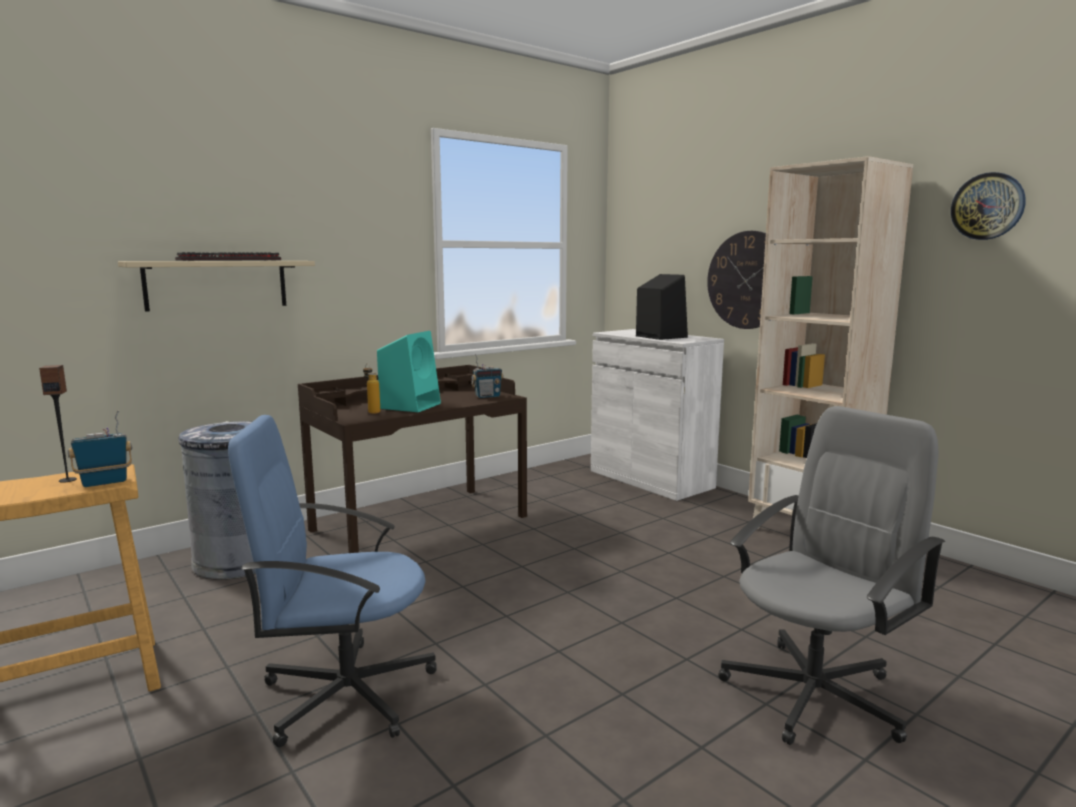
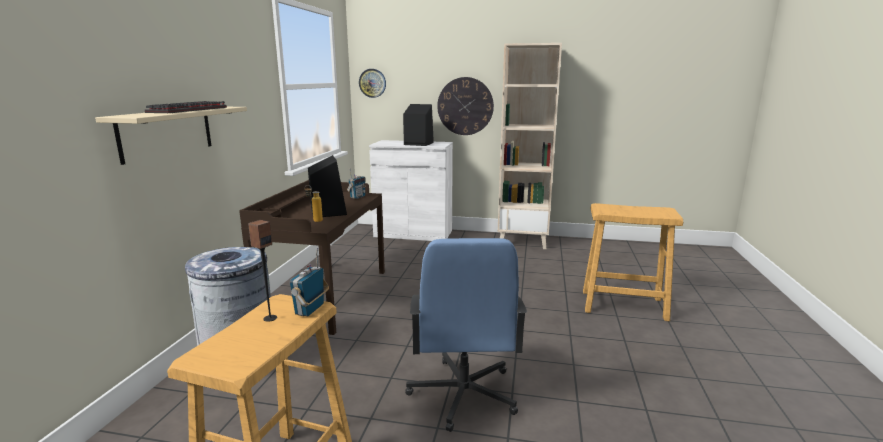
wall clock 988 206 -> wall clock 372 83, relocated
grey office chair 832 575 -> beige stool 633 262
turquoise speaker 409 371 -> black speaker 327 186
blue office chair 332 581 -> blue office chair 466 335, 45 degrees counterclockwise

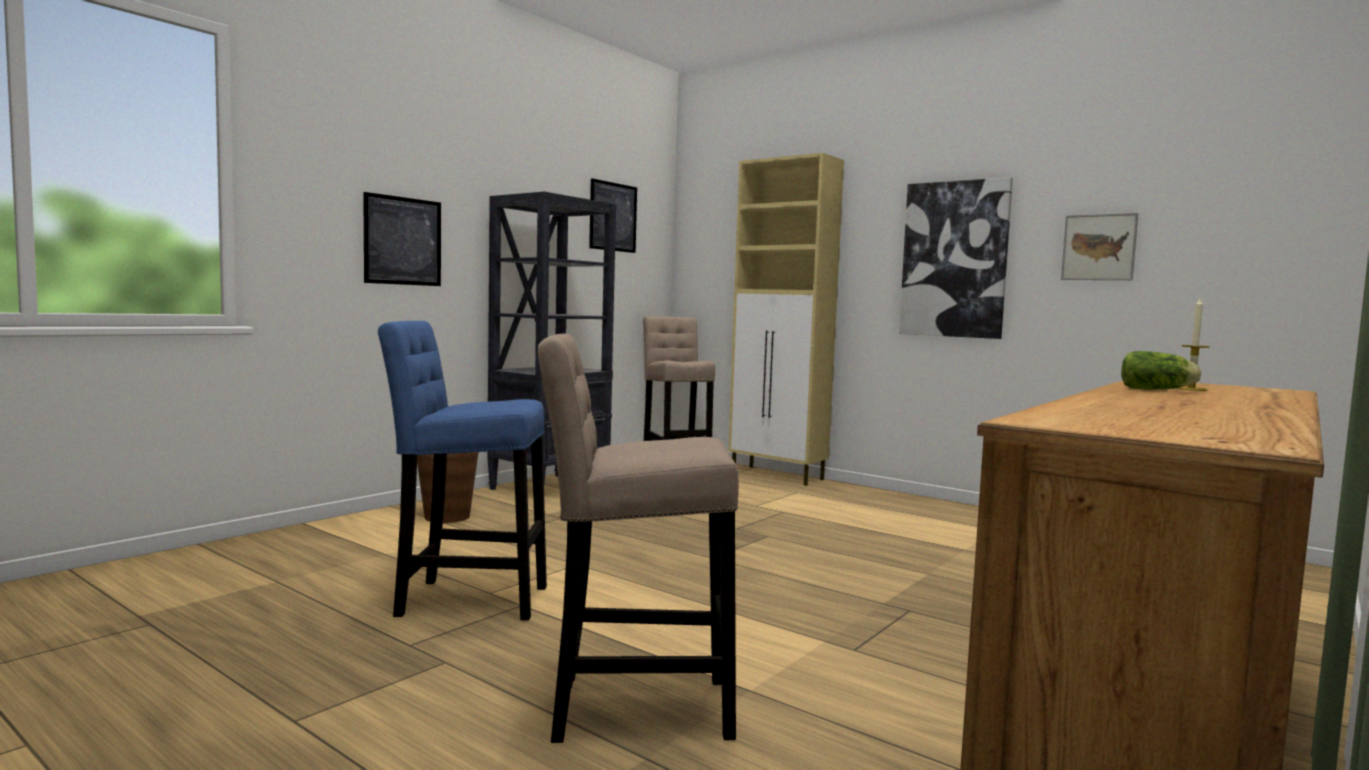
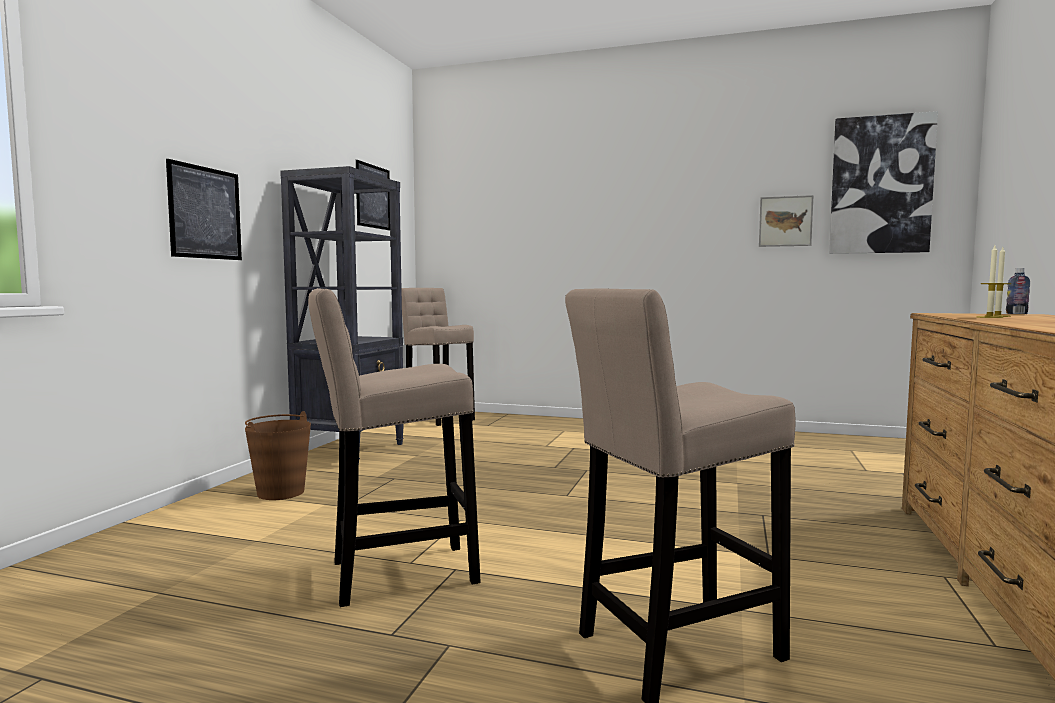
beige cabinet 786 319 -> none
none -> bottle 1018 291
picture 956 258 -> picture 883 182, relocated
lettuce 1161 370 -> candle 990 282
blue stool 462 470 -> beige stool 394 447

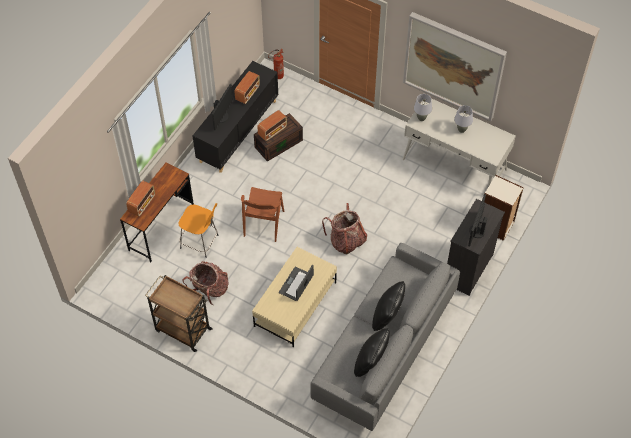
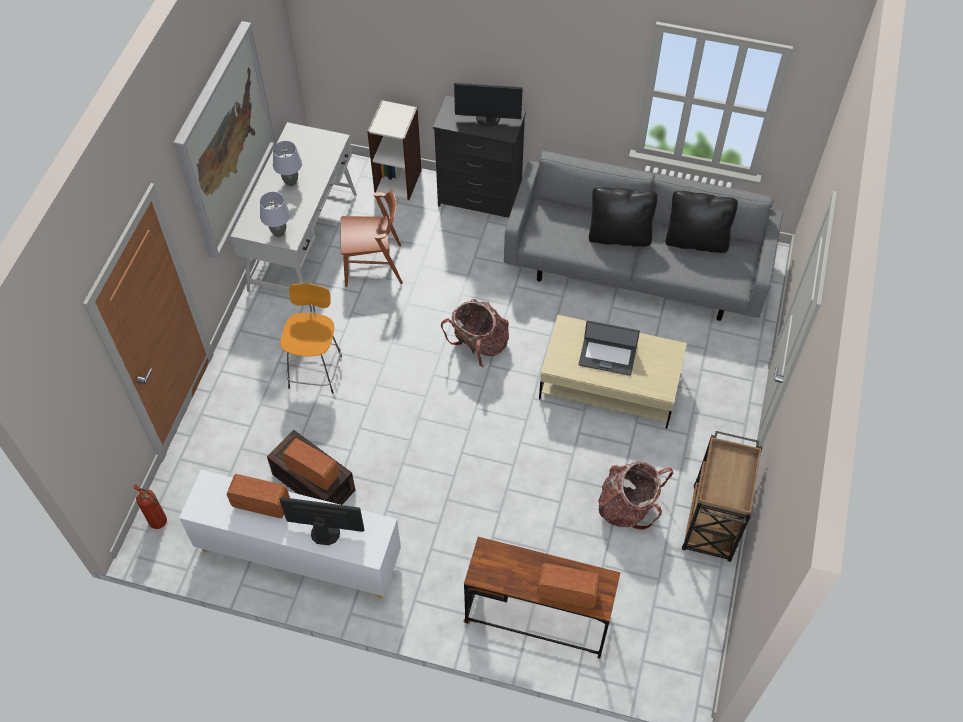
orange stool 199 230 -> orange stool 311 338, relocated
brown chair 262 214 -> brown chair 372 239, relocated
black cabinet 235 117 -> white cabinet 290 534

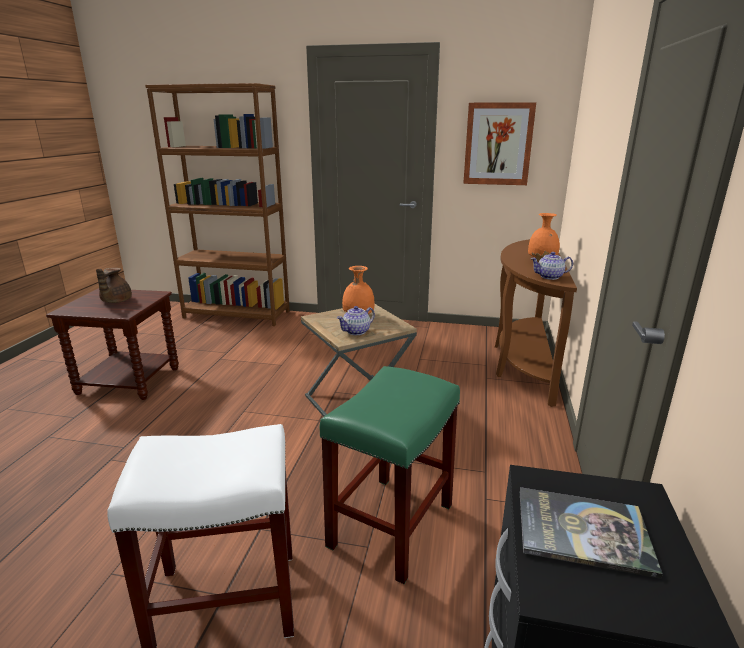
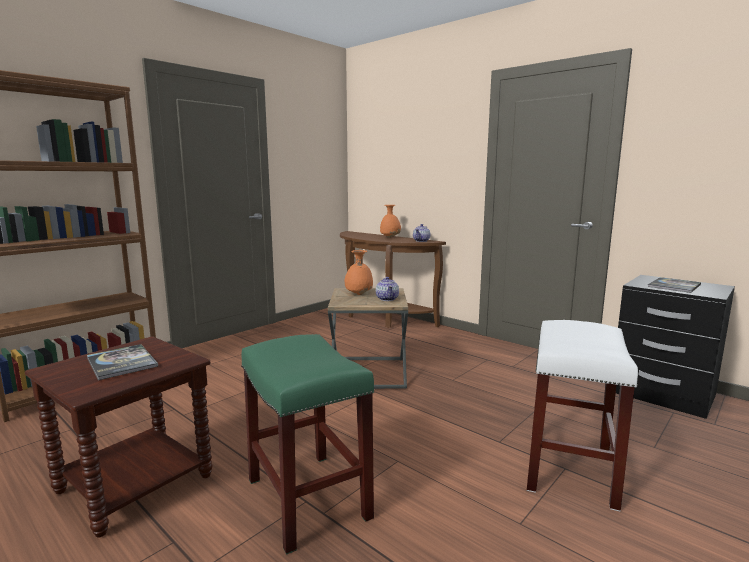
picture 499 143 -> none
green stool 390 475 -> green stool 307 444, relocated
brown teapot 114 285 -> book 122 362

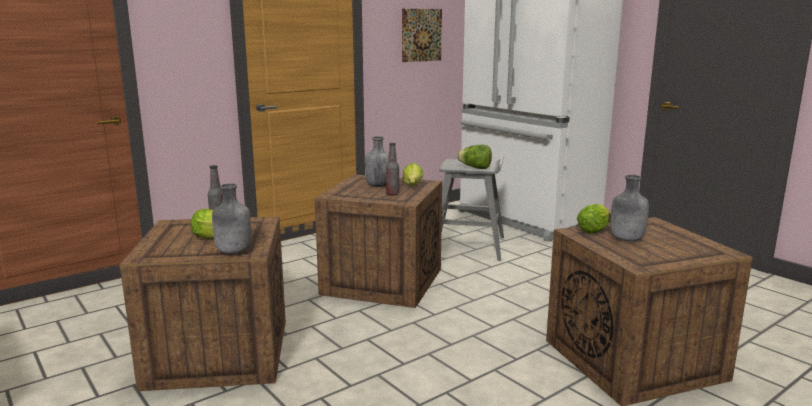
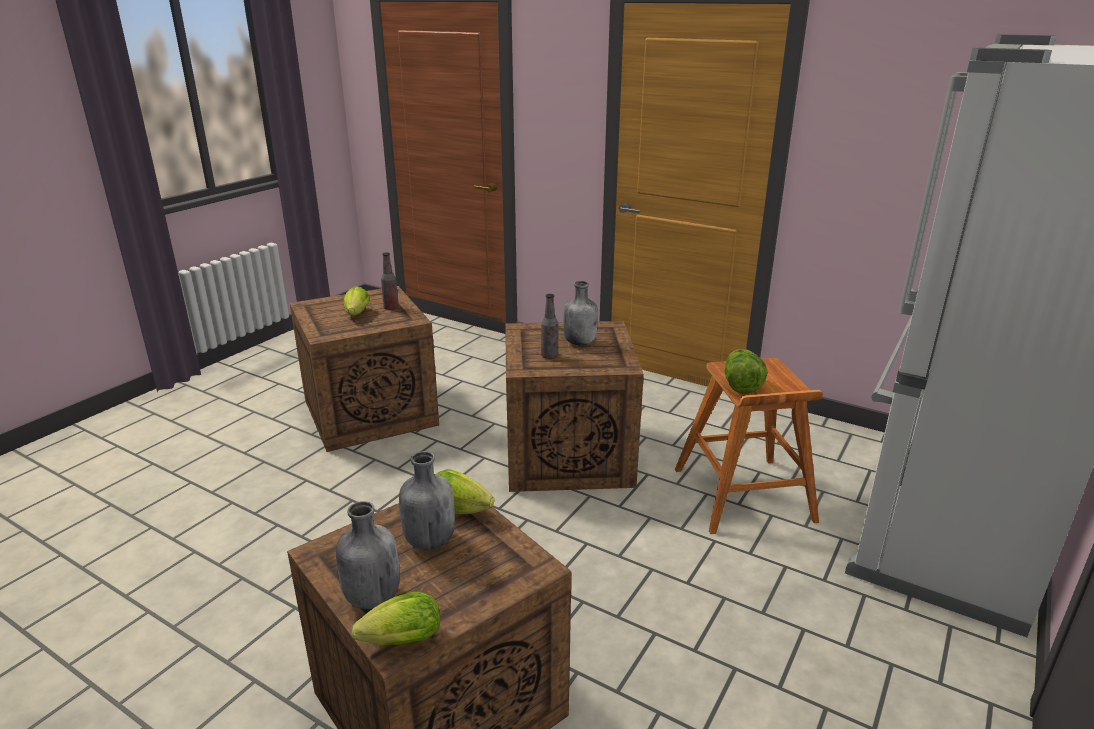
picture 422 35 -> none
grey bottle 232 218 -> grey bottle 368 555, relocated
lettuce 413 174 -> lettuce 395 618, relocated
grey stool 472 208 -> brown stool 749 446

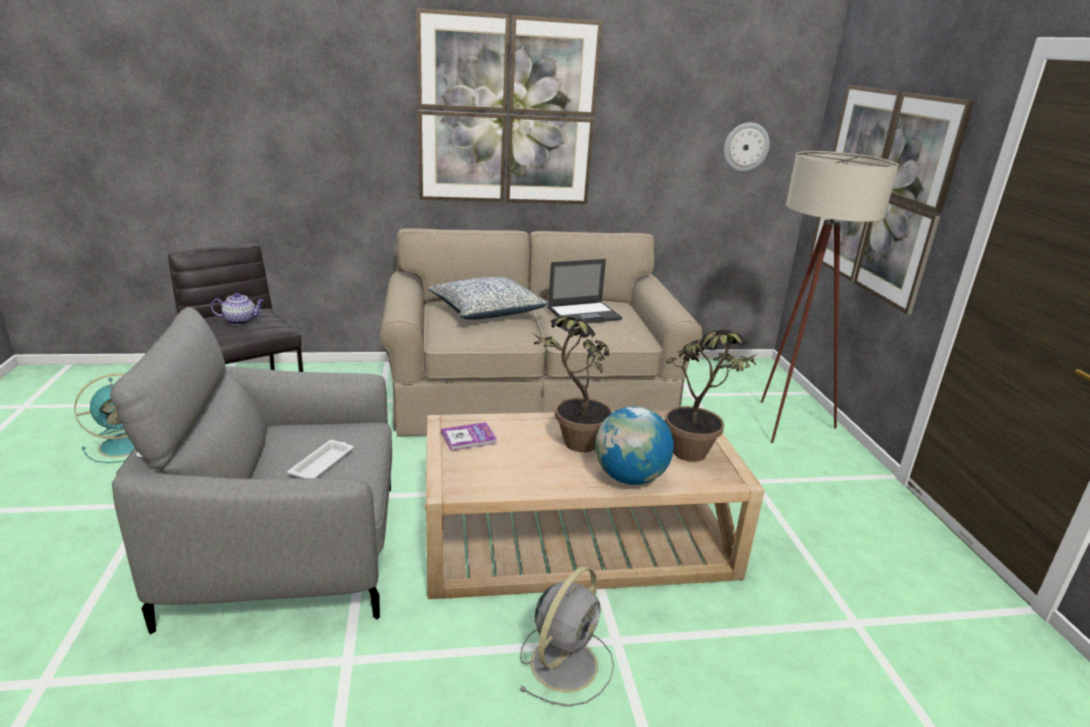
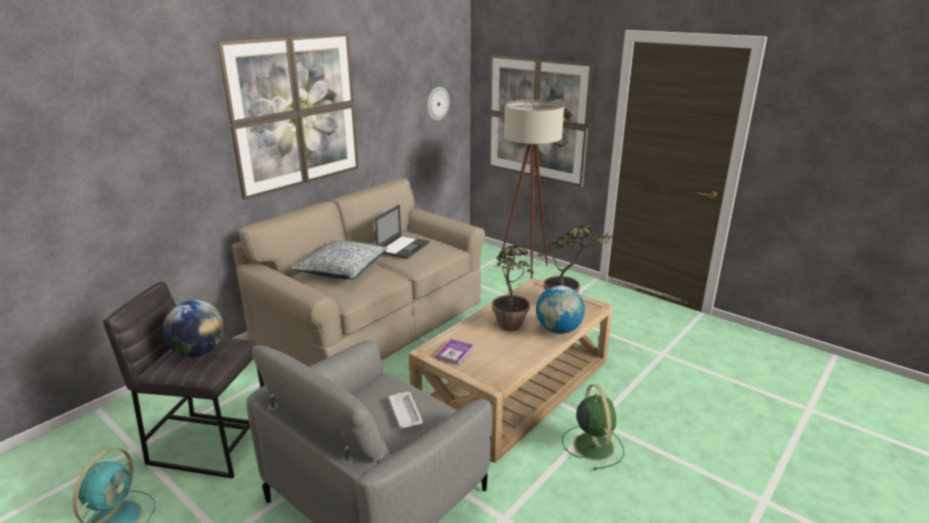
teapot 237 309 -> globe 194 328
grey fan 566 636 -> green fan 593 427

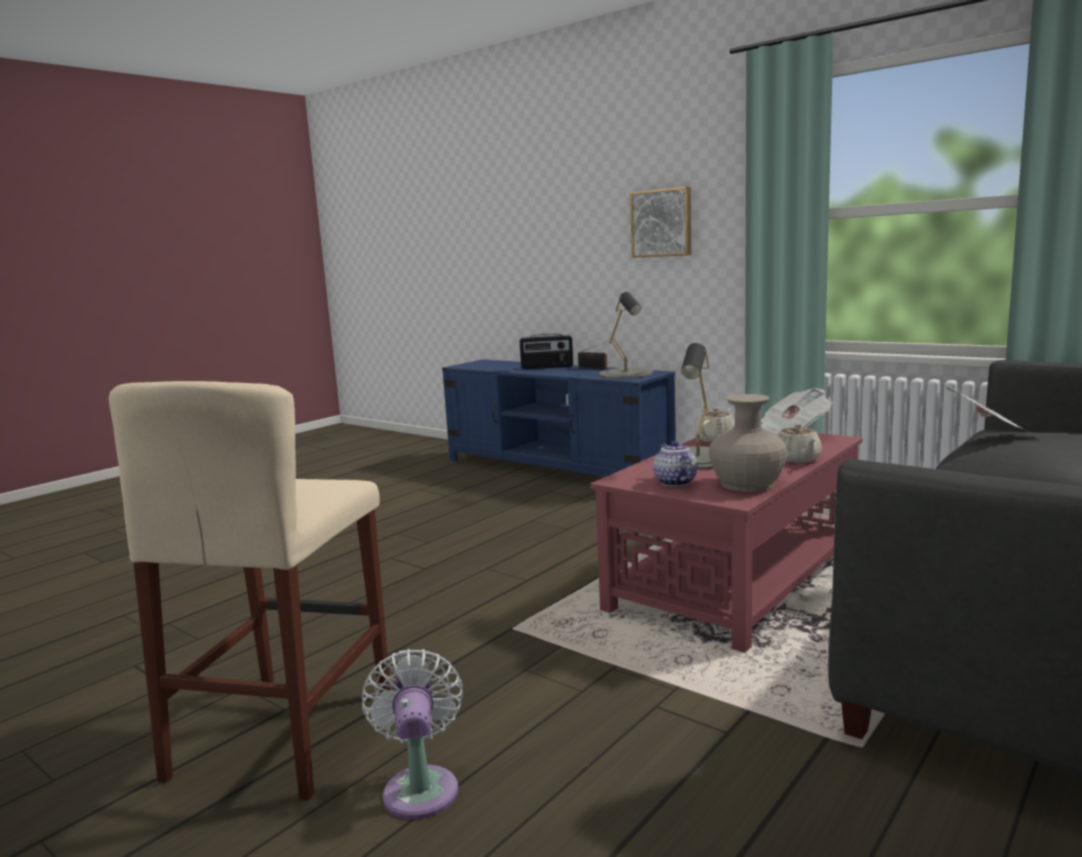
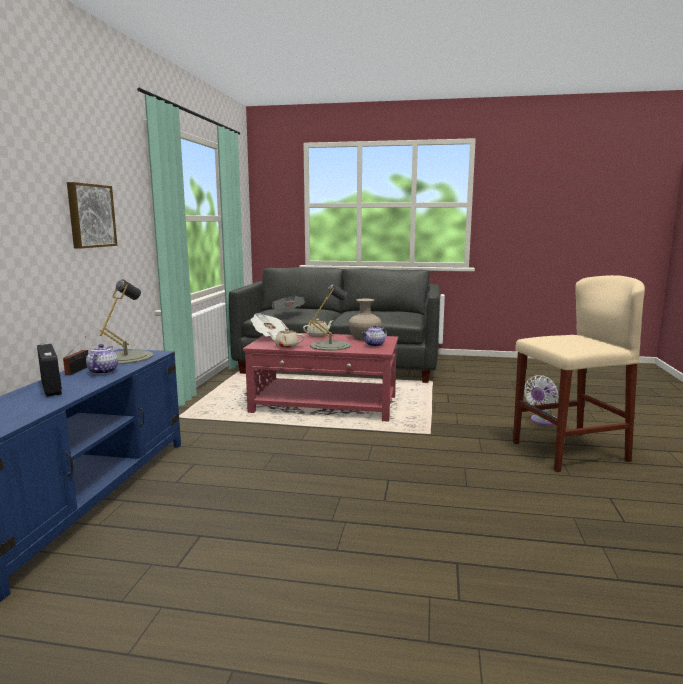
none -> teapot 102 359

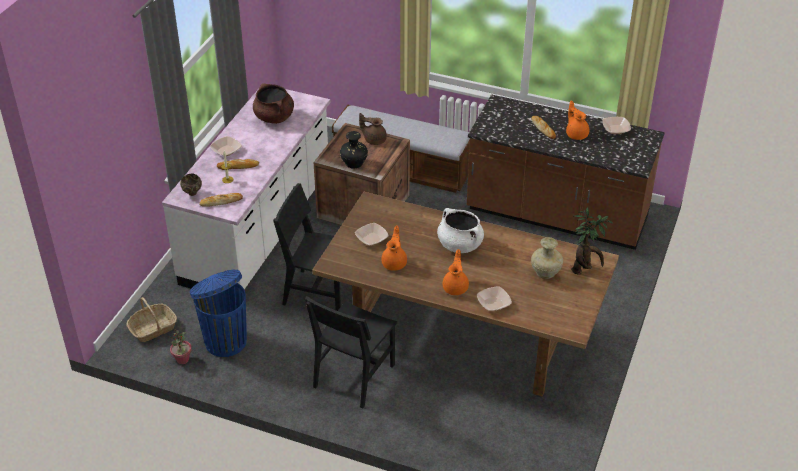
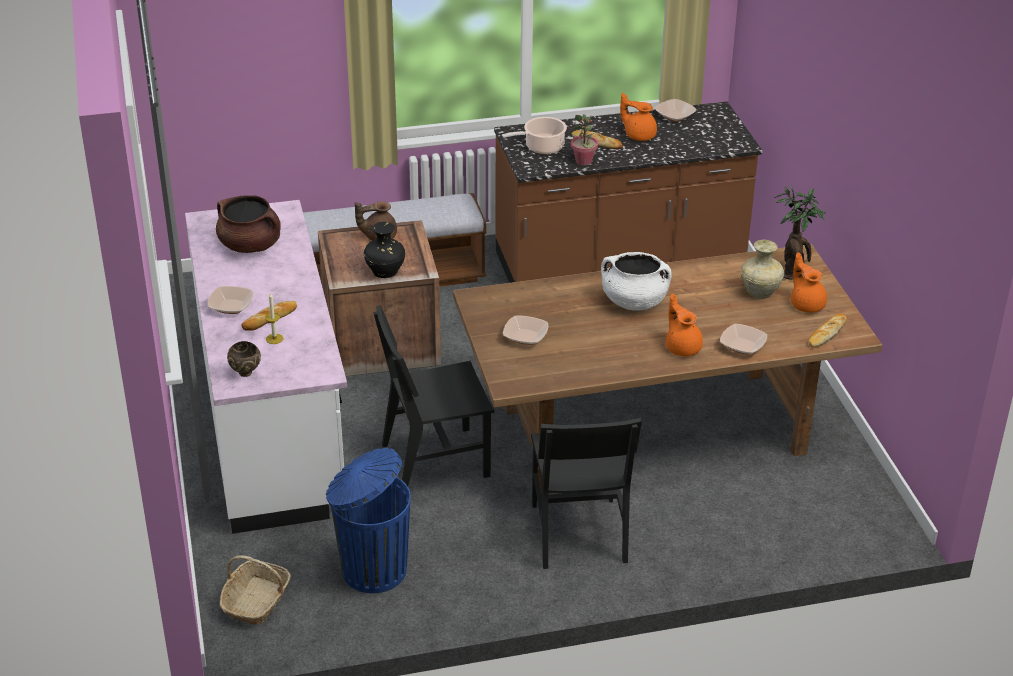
none -> cooking pot 534 135
potted plant 181 346 -> potted plant 584 140, relocated
bread 221 200 -> bread 827 331, relocated
orange teapot 394 248 -> orange teapot 809 282, relocated

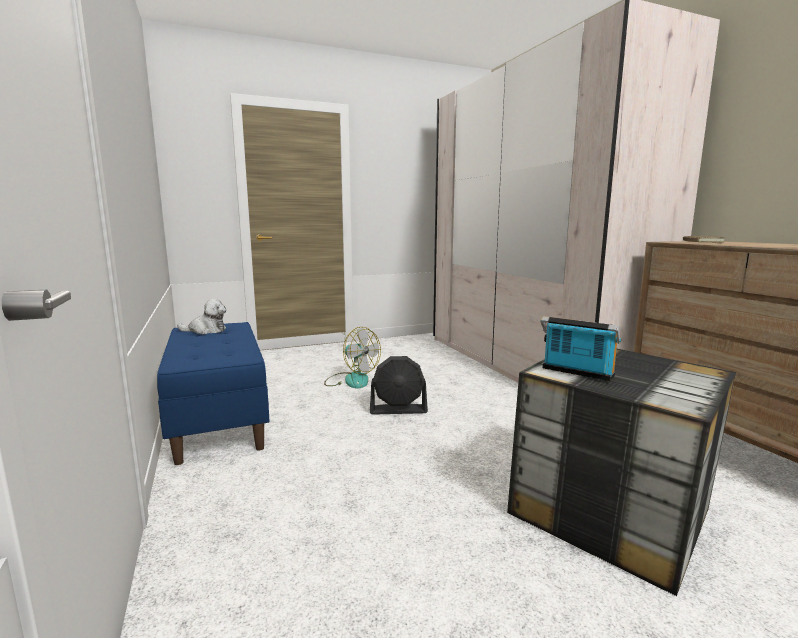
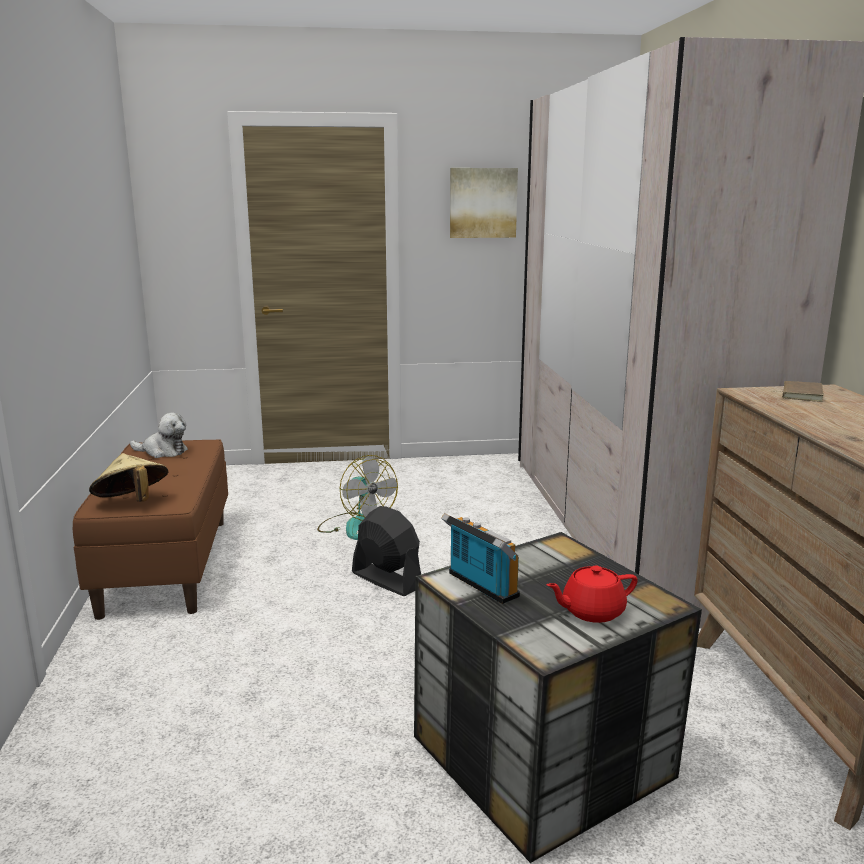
none -> beige hat 129 477
none -> picture 484 203
none -> red teapot 592 594
blue bench 213 393 -> brown bench 150 529
black fan 399 385 -> black fan 386 551, 150 degrees counterclockwise

